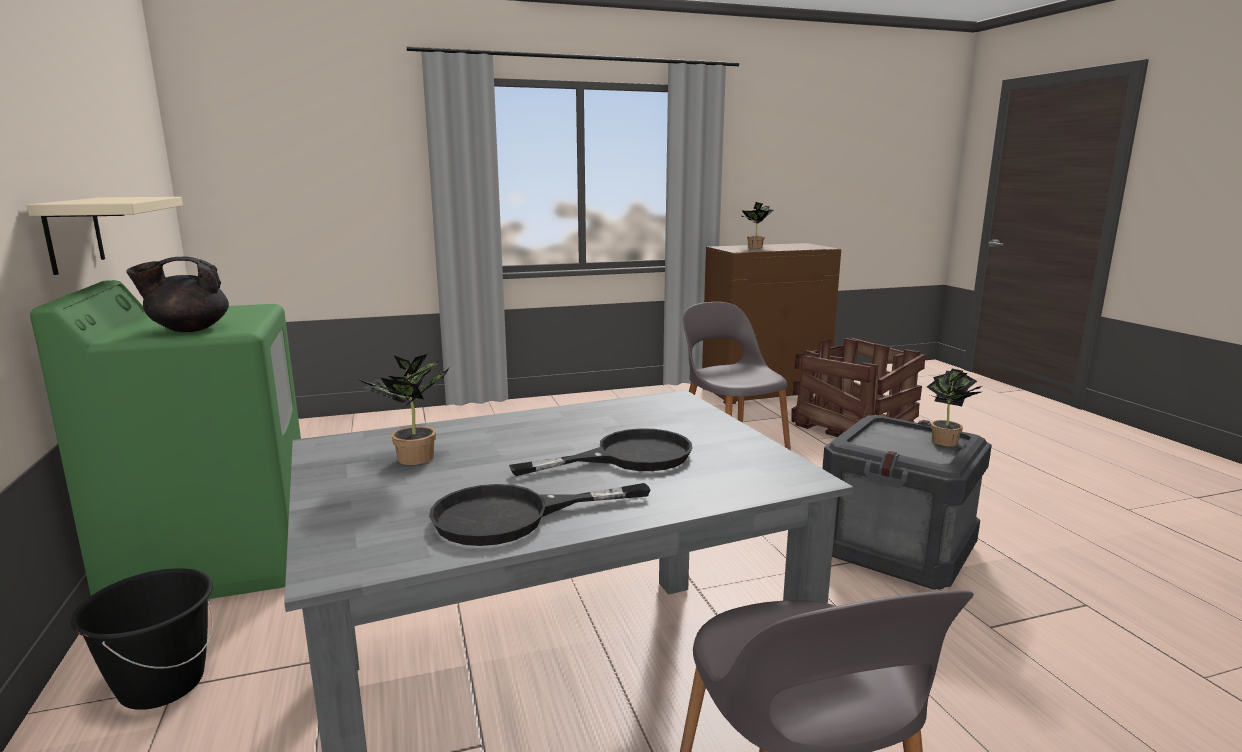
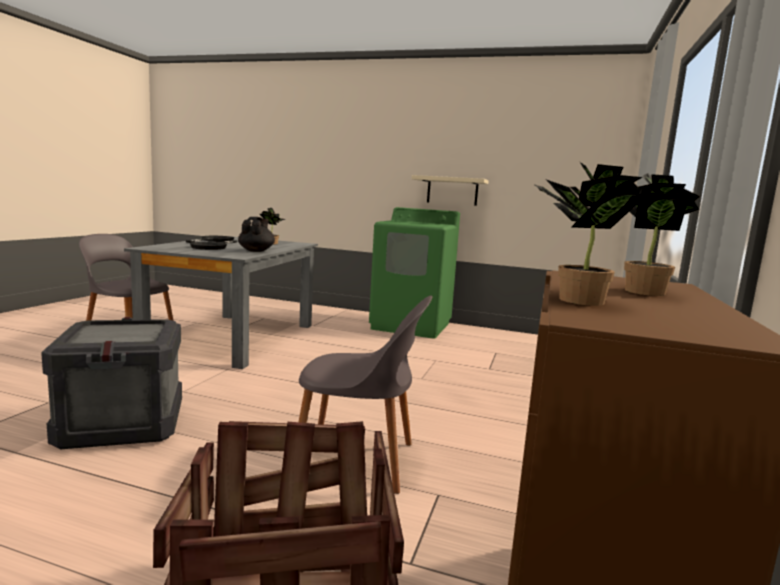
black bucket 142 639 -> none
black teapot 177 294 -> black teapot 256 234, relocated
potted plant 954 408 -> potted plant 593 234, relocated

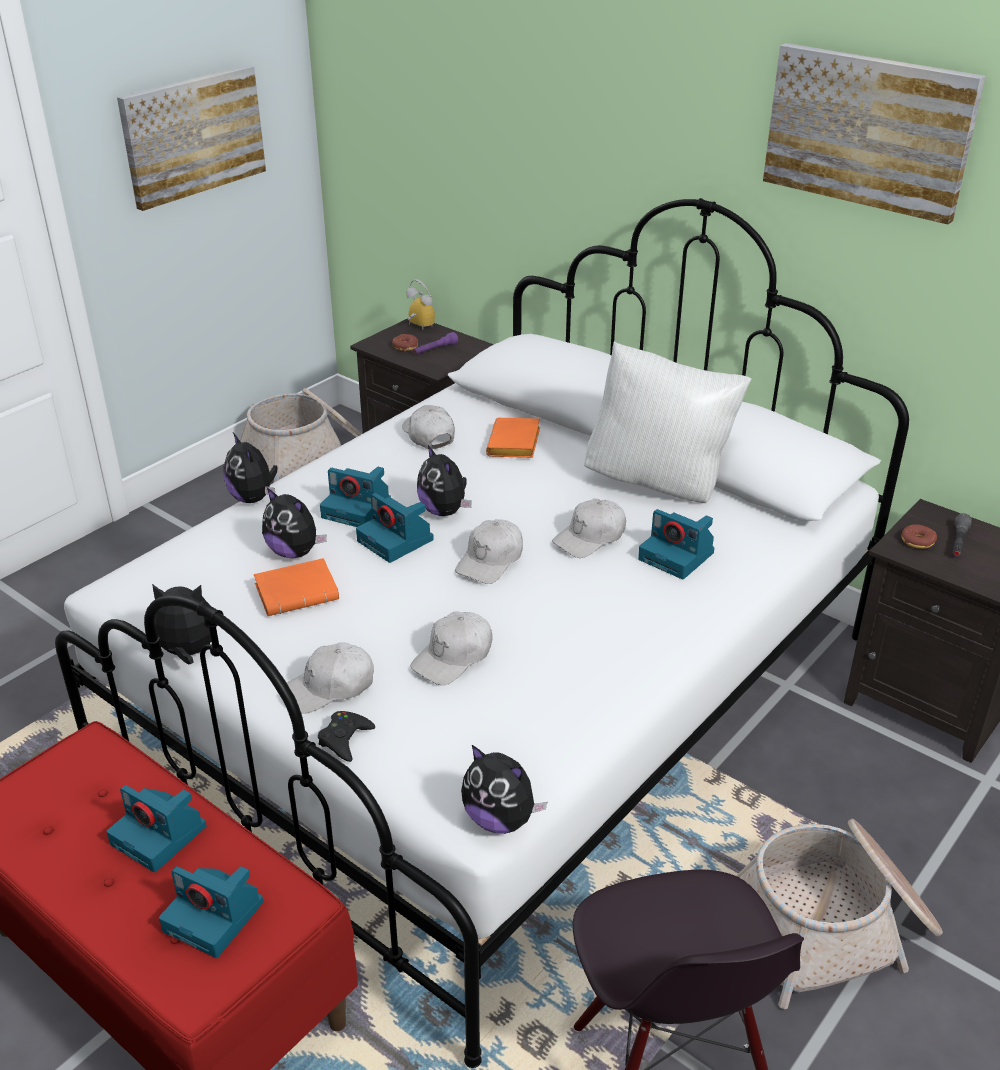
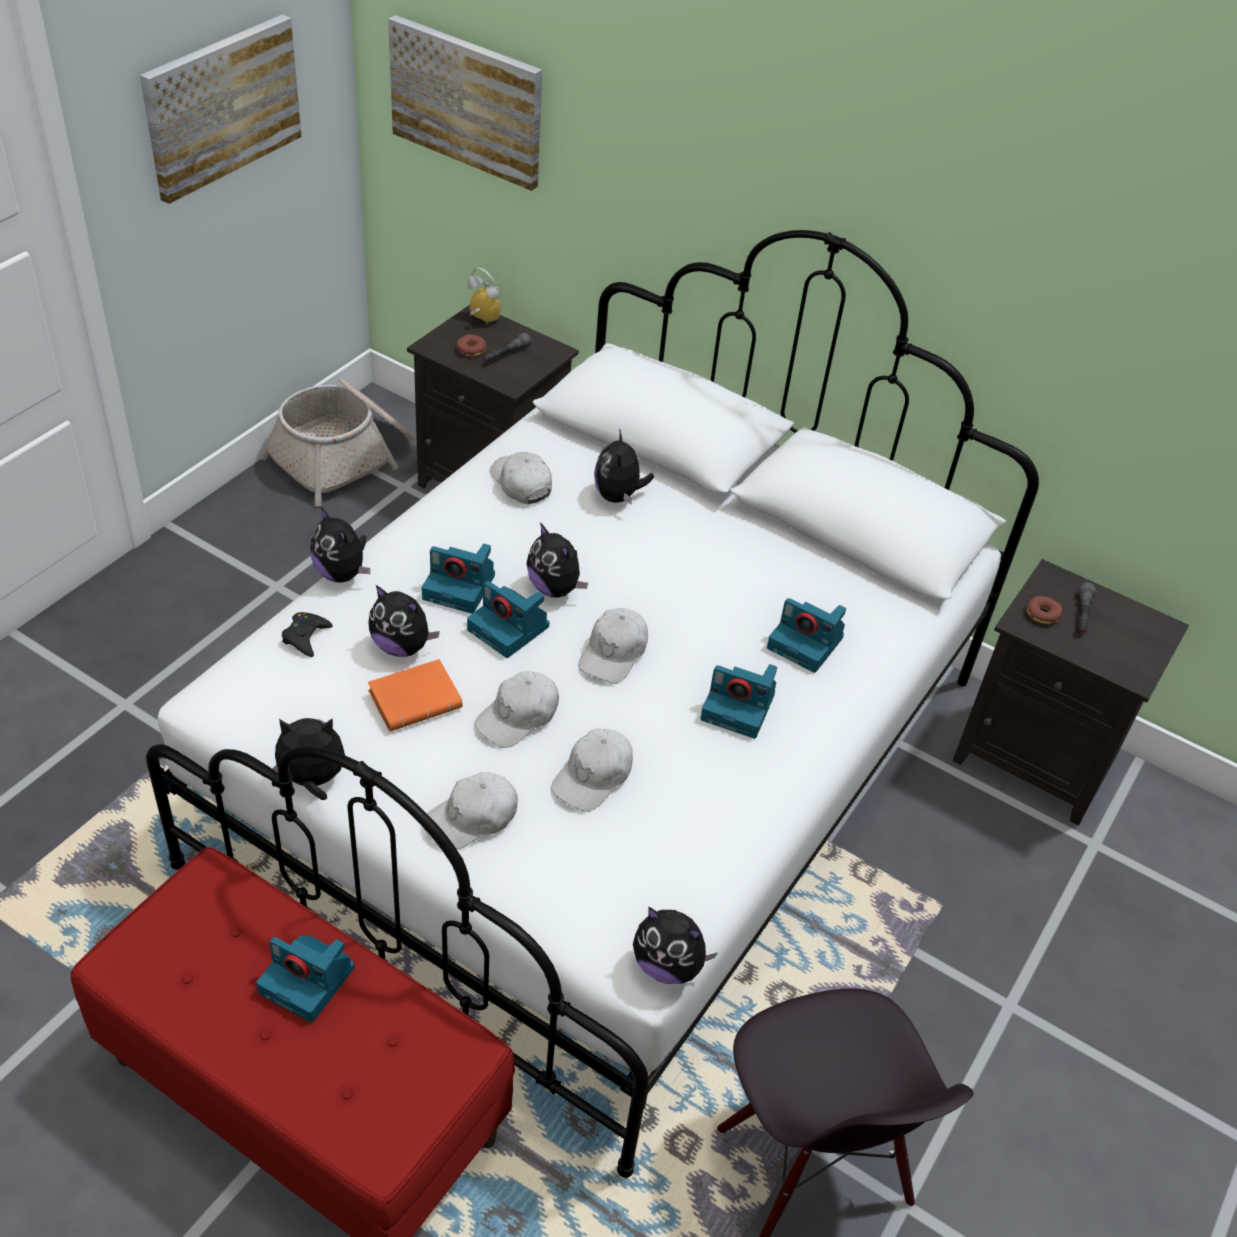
white pillow 667 422 -> none
basket 840 914 -> none
photo camera 211 912 -> photo camera 738 701, relocated
black game controller 346 736 -> black game controller 307 634, relocated
white cap 589 528 -> white cap 516 709, relocated
picture 874 134 -> picture 465 103, relocated
orange book 513 438 -> plush toy 624 466
purple flashlight 436 343 -> grey flashlight 507 348

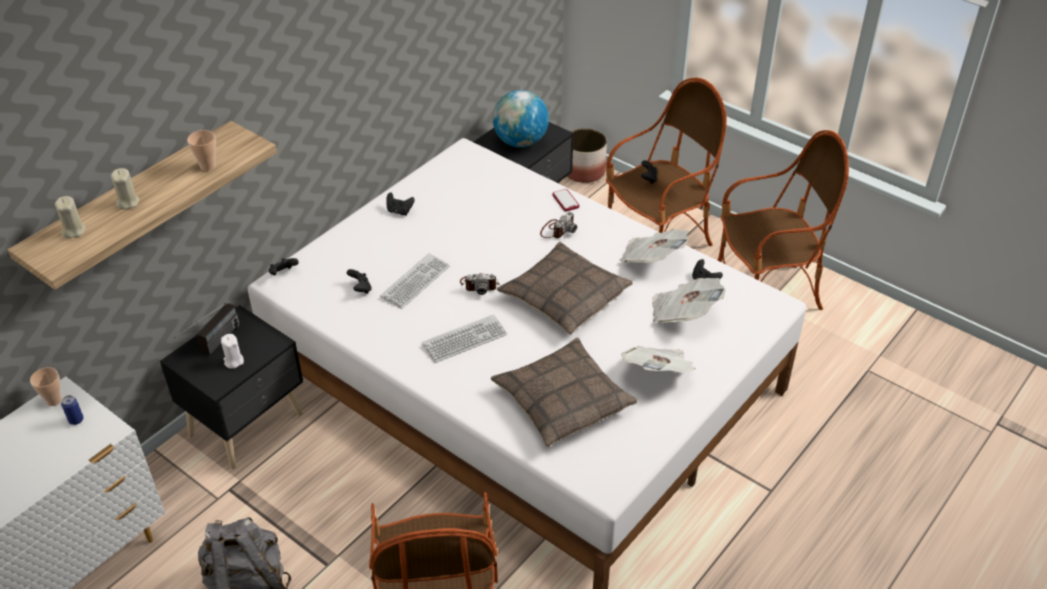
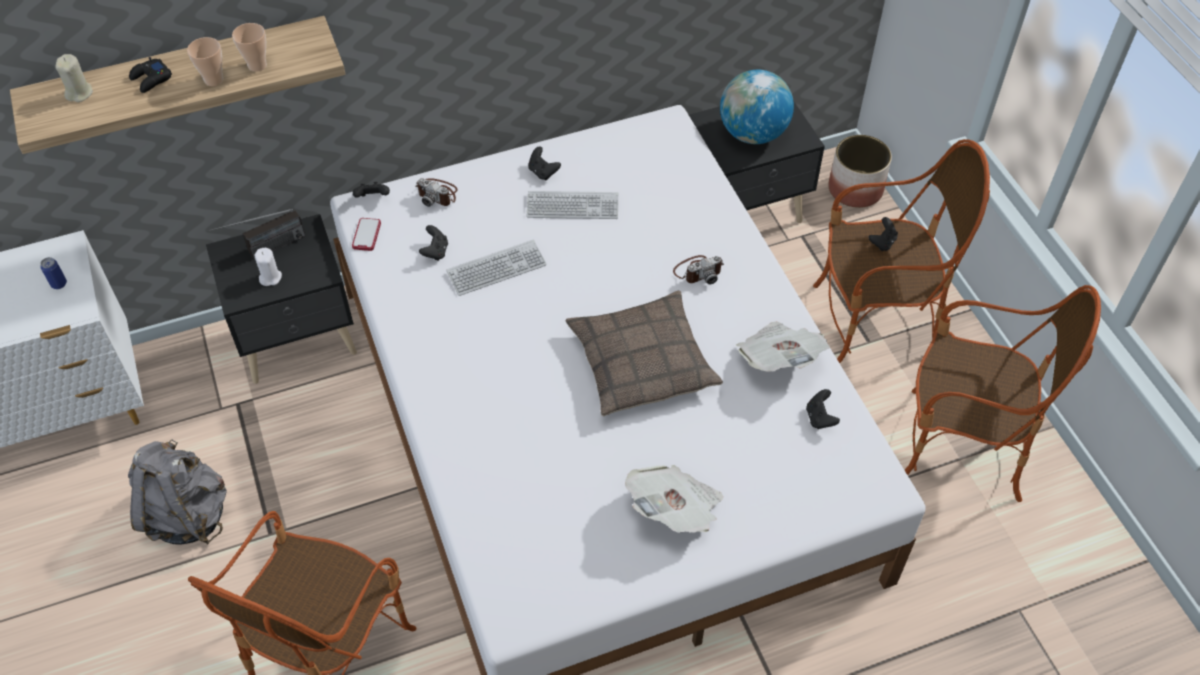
pillow 564 392 -> none
newspaper 688 300 -> none
cup 46 386 -> cup 205 61, relocated
keyboard 464 338 -> keyboard 572 205, relocated
photo camera 480 284 -> photo camera 437 192, relocated
phone 566 200 -> phone 366 234, relocated
beige candle 125 189 -> black game controller 150 75

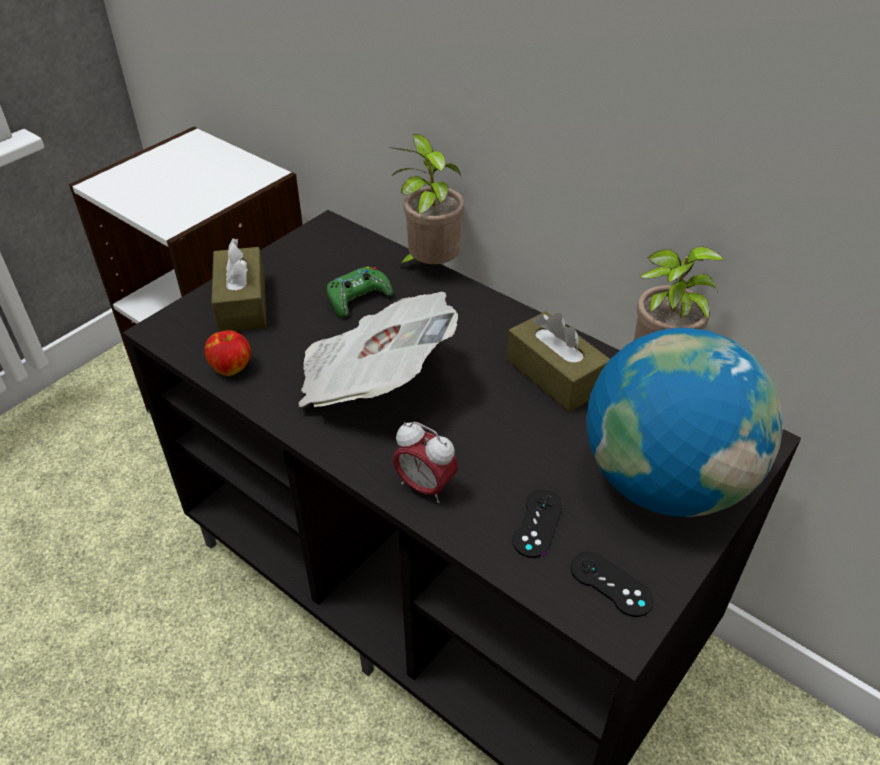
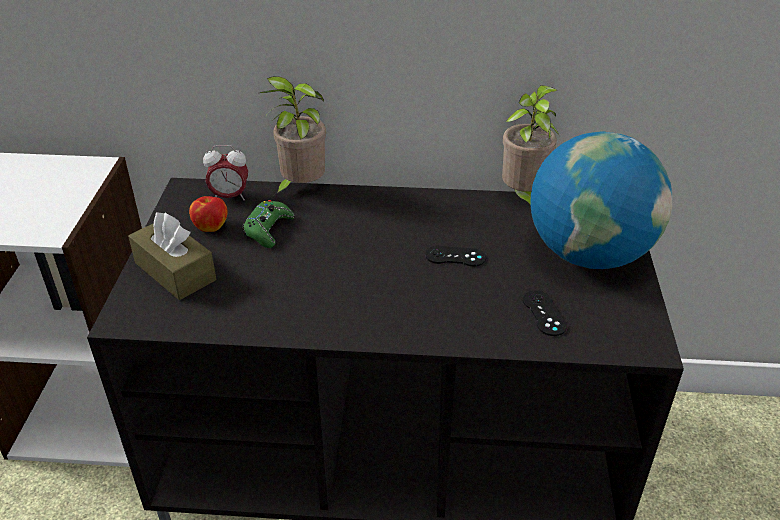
newspaper 378 349 -> none
brown tissue box 558 361 -> none
apple 227 353 -> apple 208 214, relocated
alarm clock 425 462 -> alarm clock 225 173, relocated
black game controller 612 584 -> black game controller 455 256, relocated

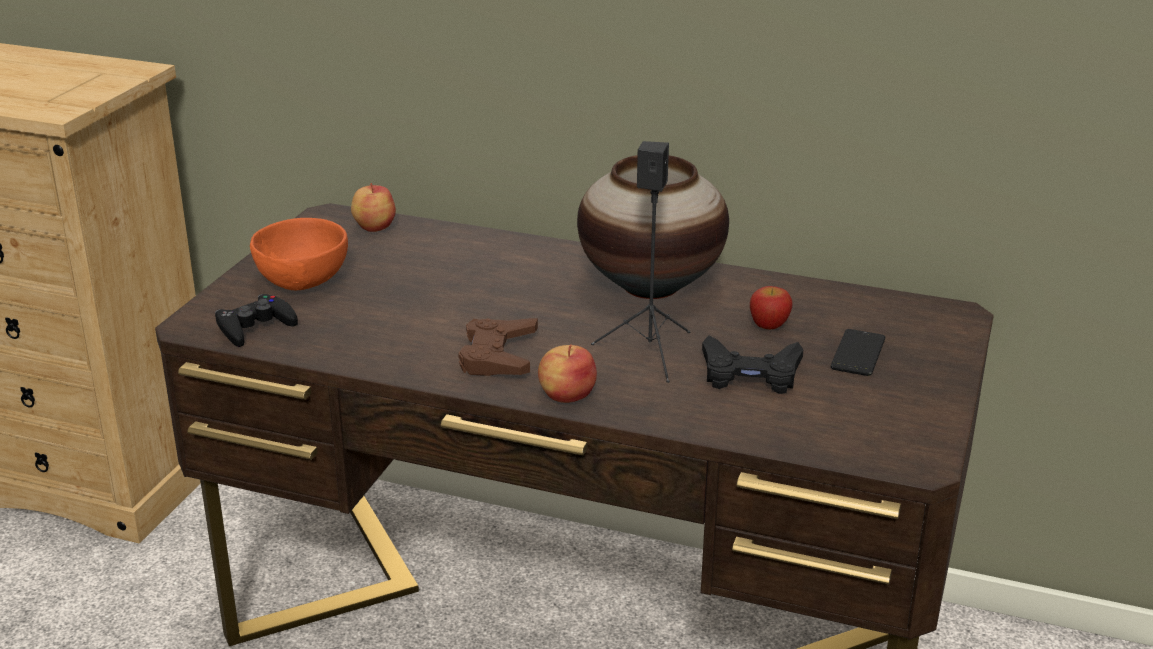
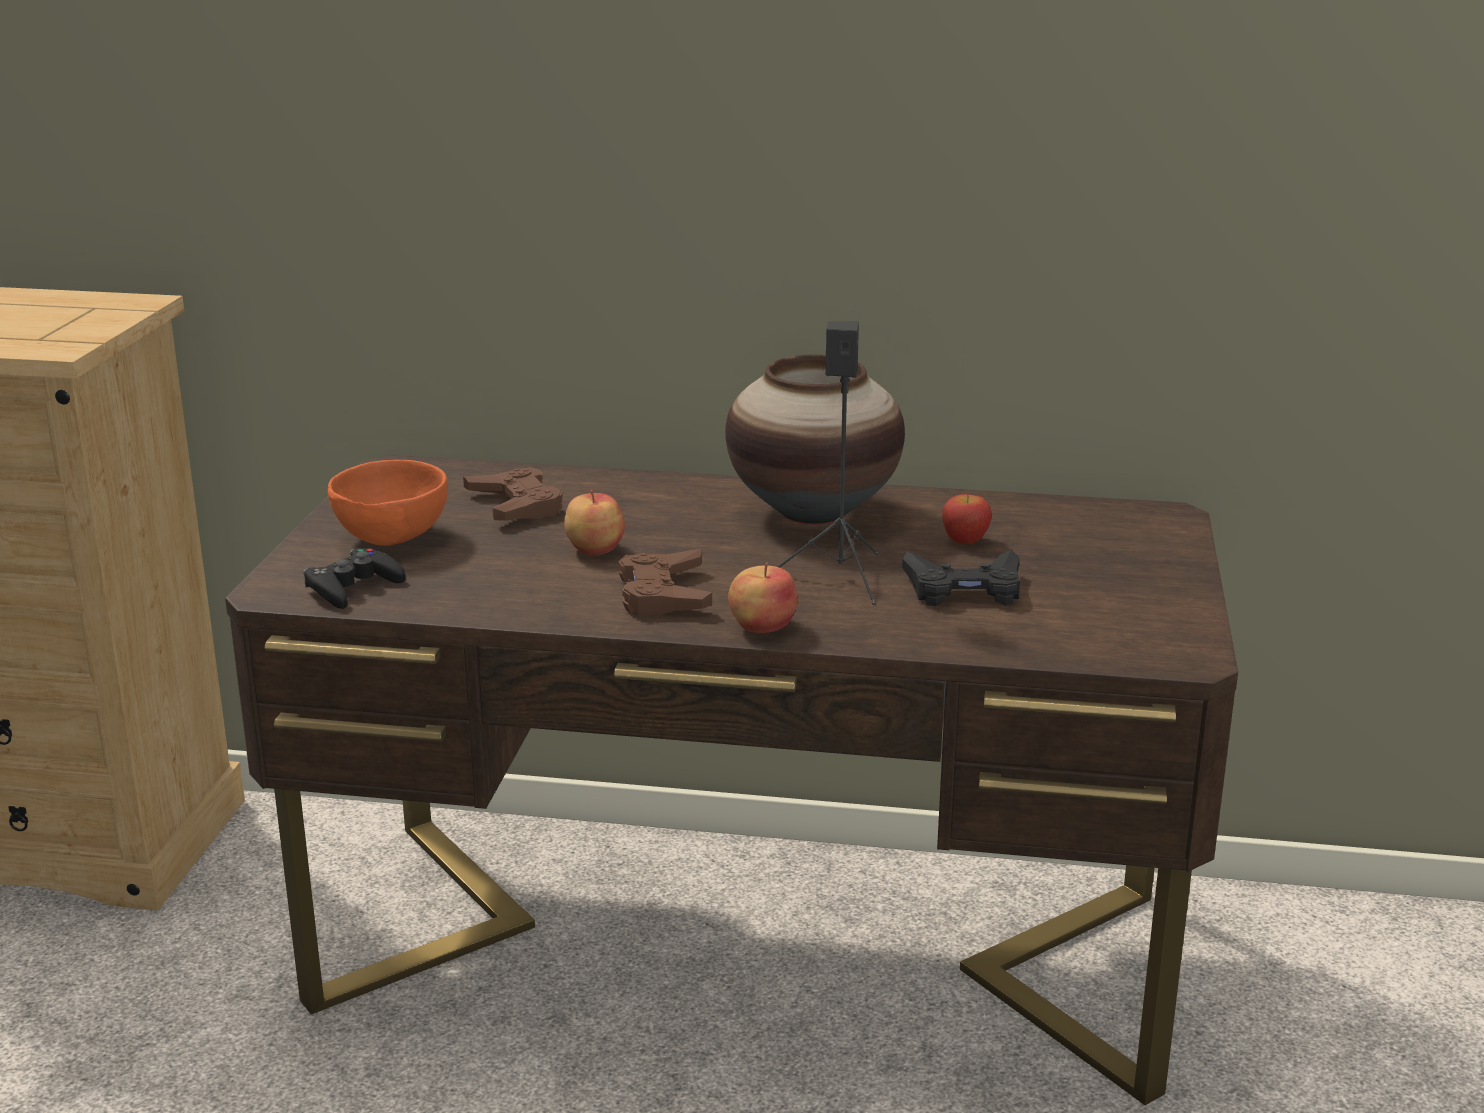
phone 857 352 -> none
none -> brown game controller 513 494
apple 373 207 -> apple 594 523, relocated

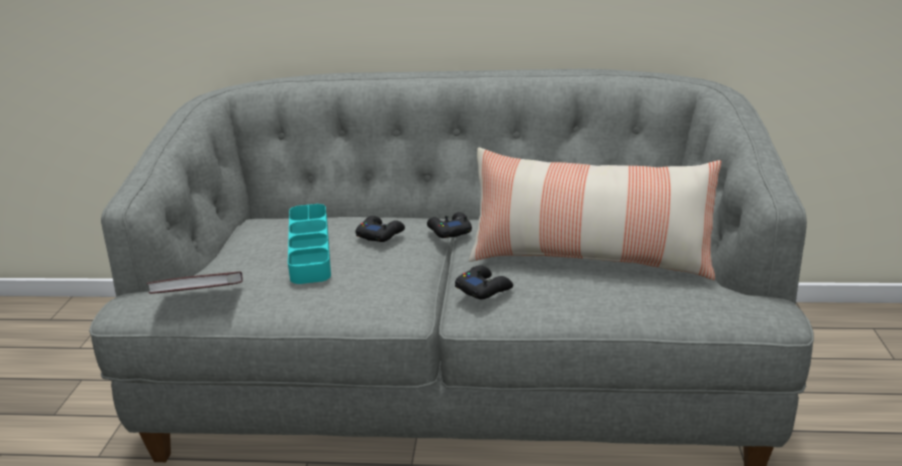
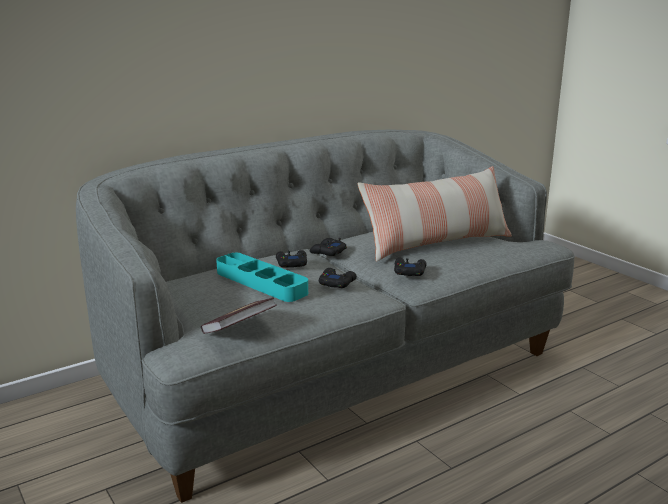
none -> black game controller 338 278

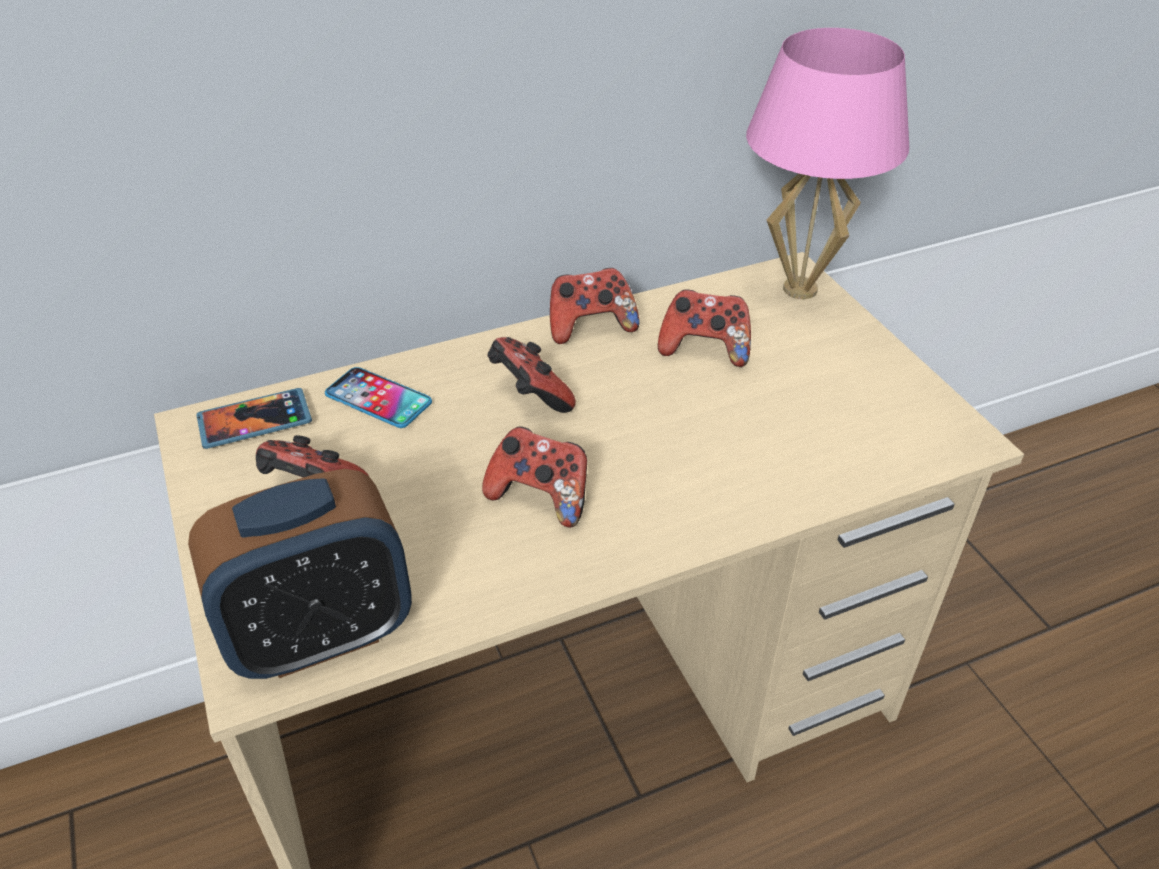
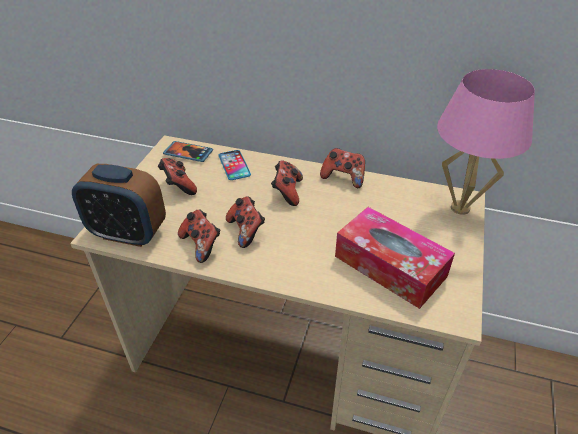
none -> tissue box 395 258
game controller 704 328 -> game controller 199 236, relocated

